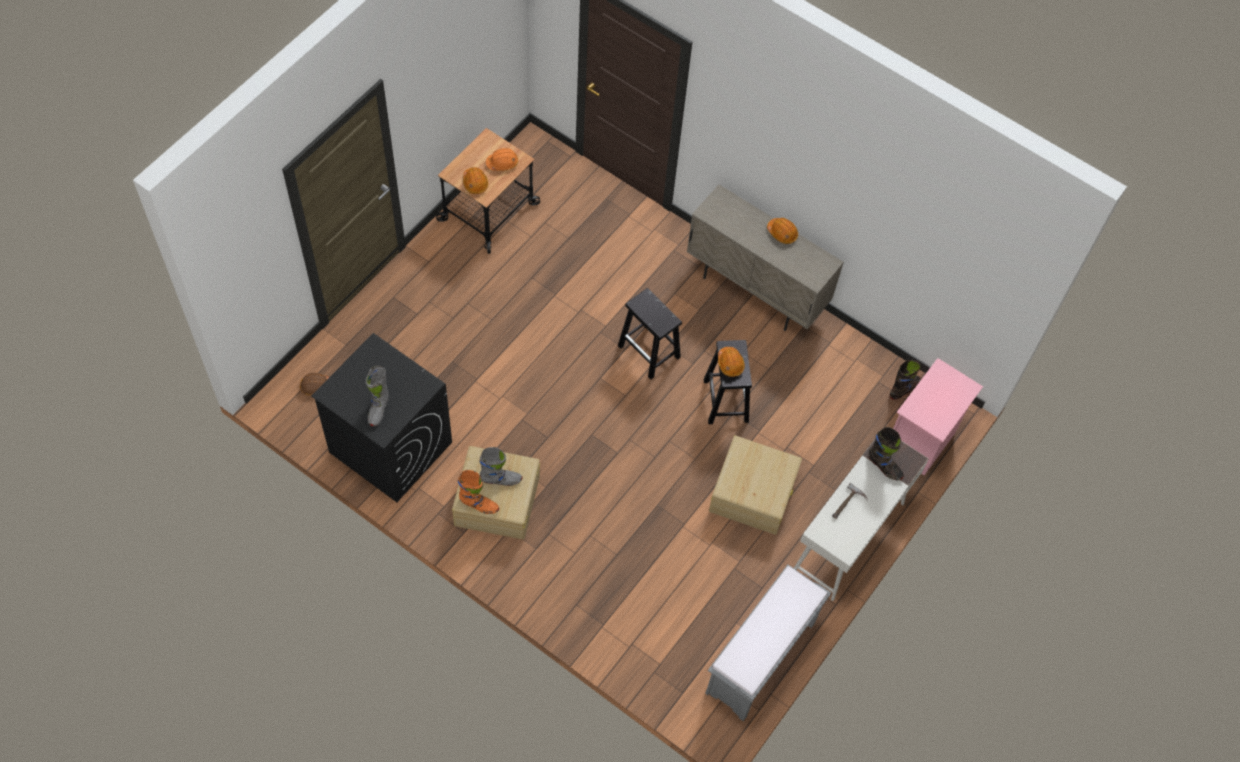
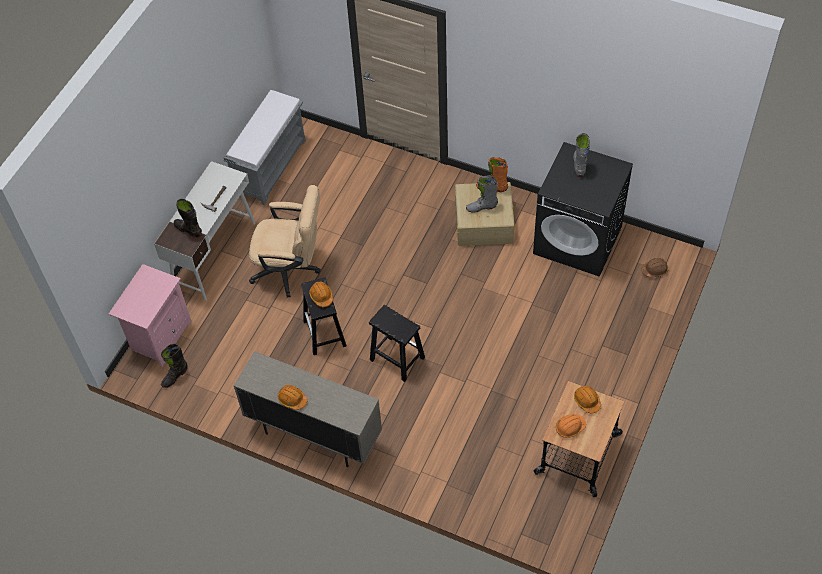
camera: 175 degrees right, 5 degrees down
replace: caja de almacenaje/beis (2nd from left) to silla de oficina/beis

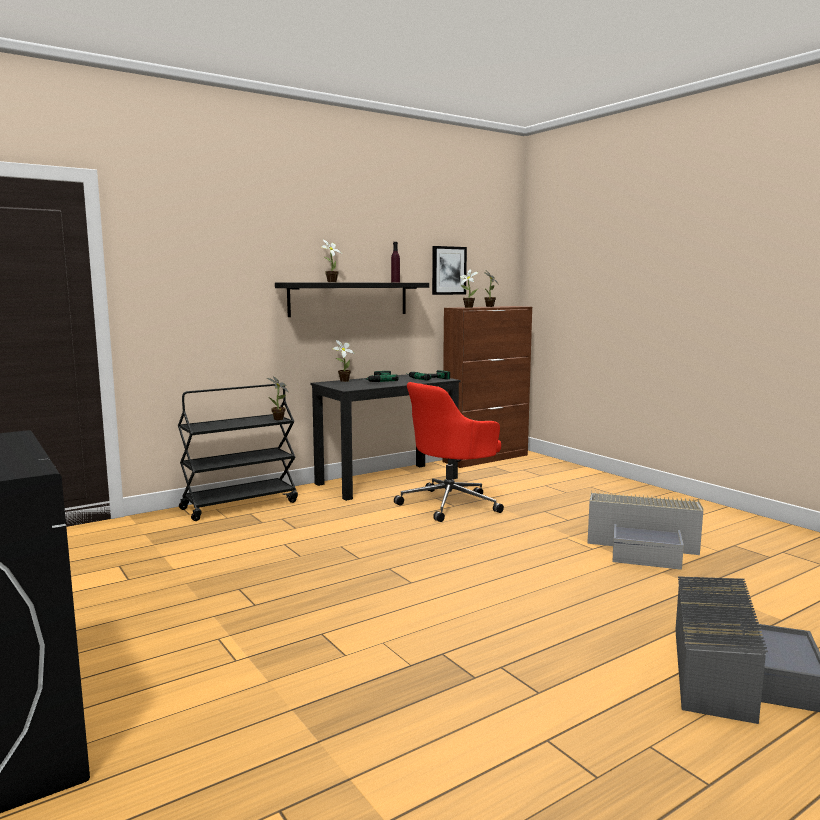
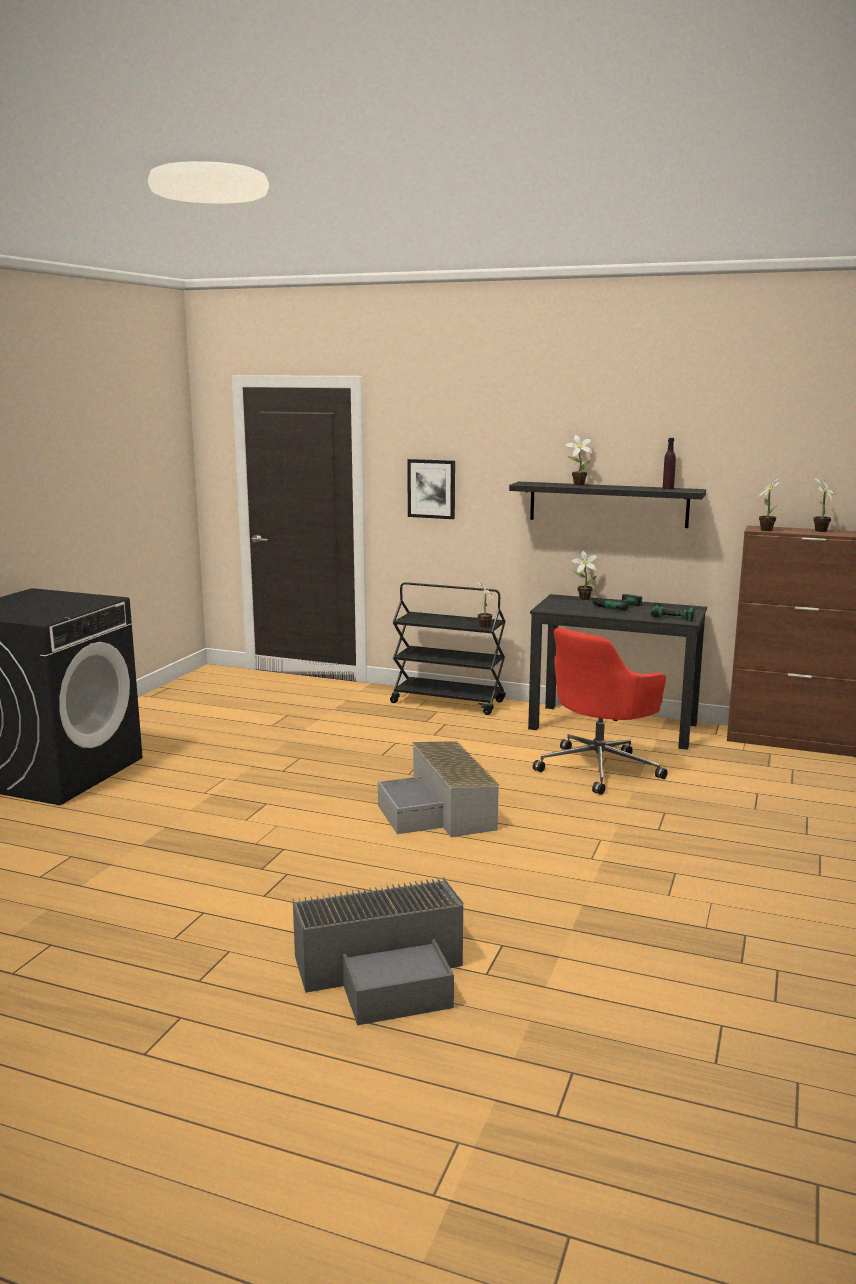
camera: 55 degrees right, 5 degrees up
move: cuadro; caja de almacenaje/gris (1st from left in the first image) to caja de almacenaje/gris (2nd from left)
rotate: silla de oficina/rojo 60 degrees counterclockwise

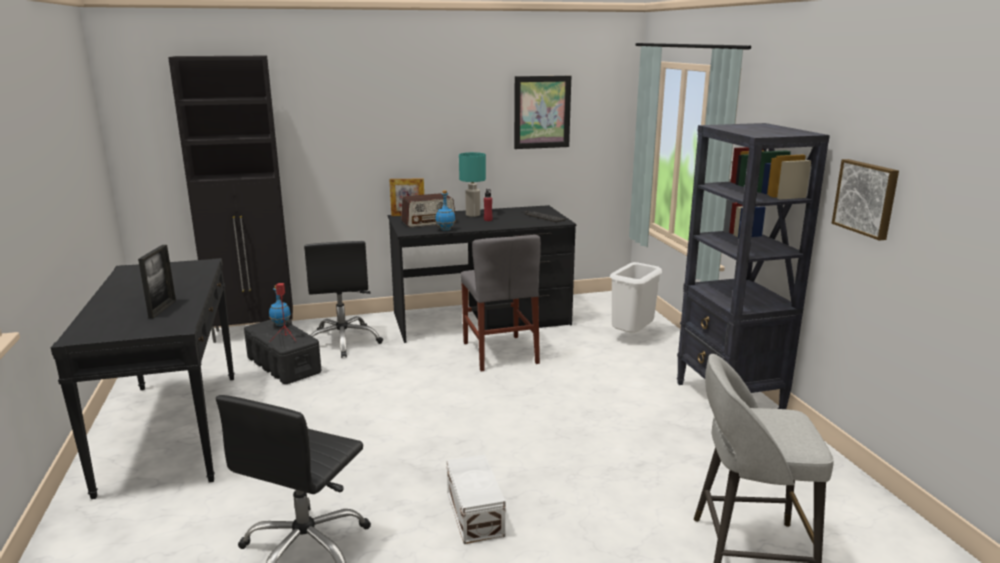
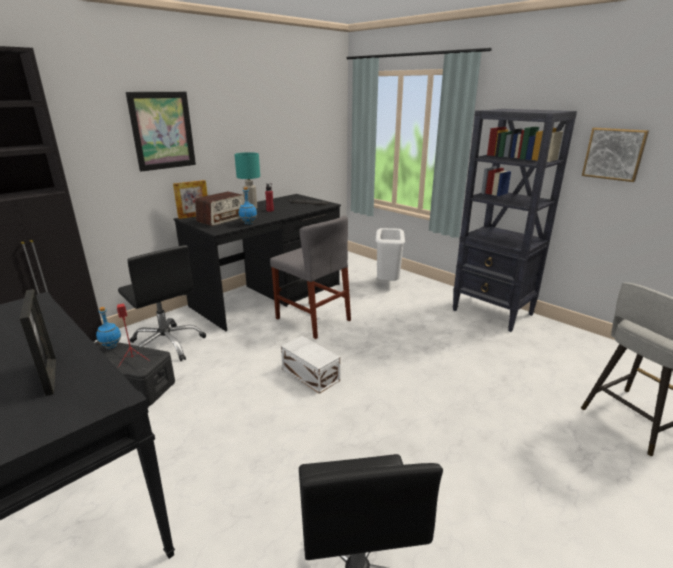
camera: 30 degrees left, 5 degrees up
move: caja de almacenaje/blanco; cuadro (1st from left)

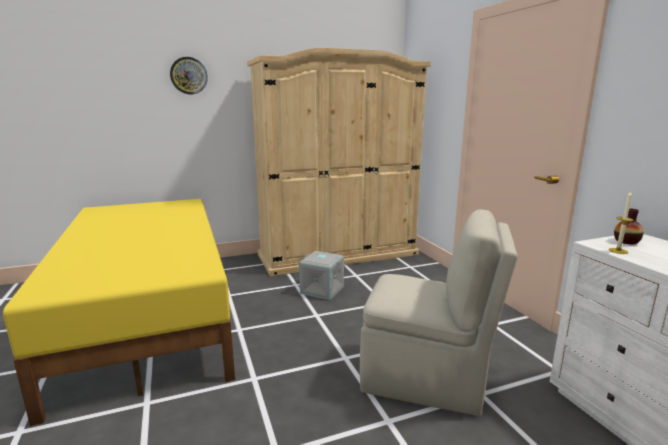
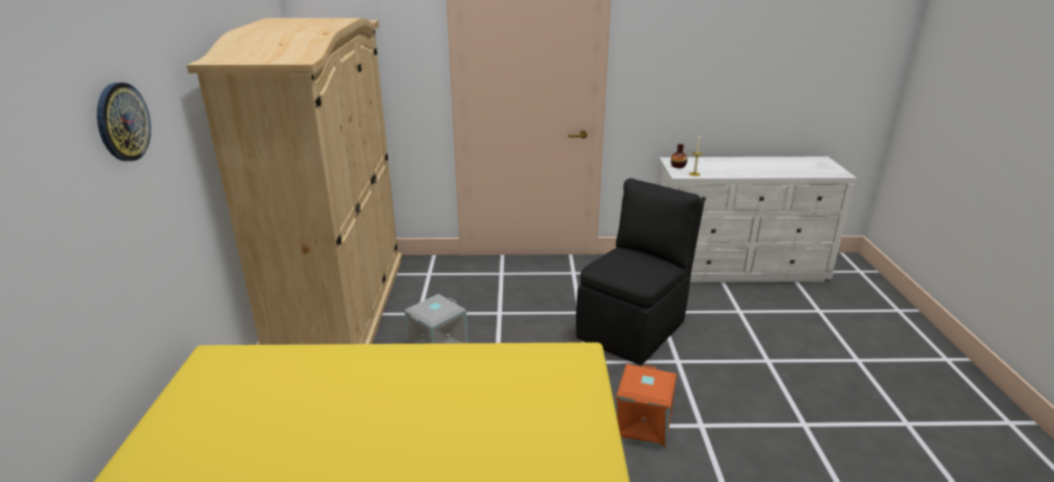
camera: 70 degrees left, 10 degrees up
insert: caja de almacenaje/naranja
recolor: silla/beis to silla/negro

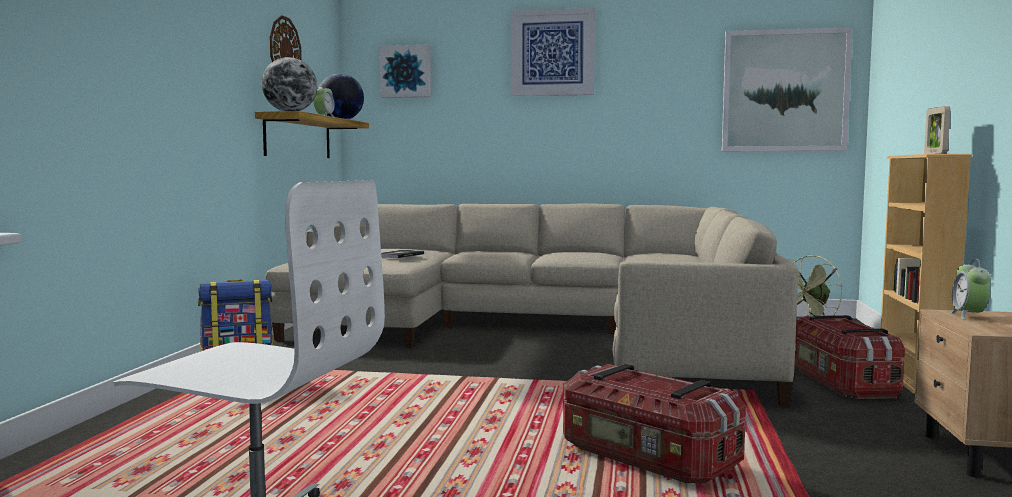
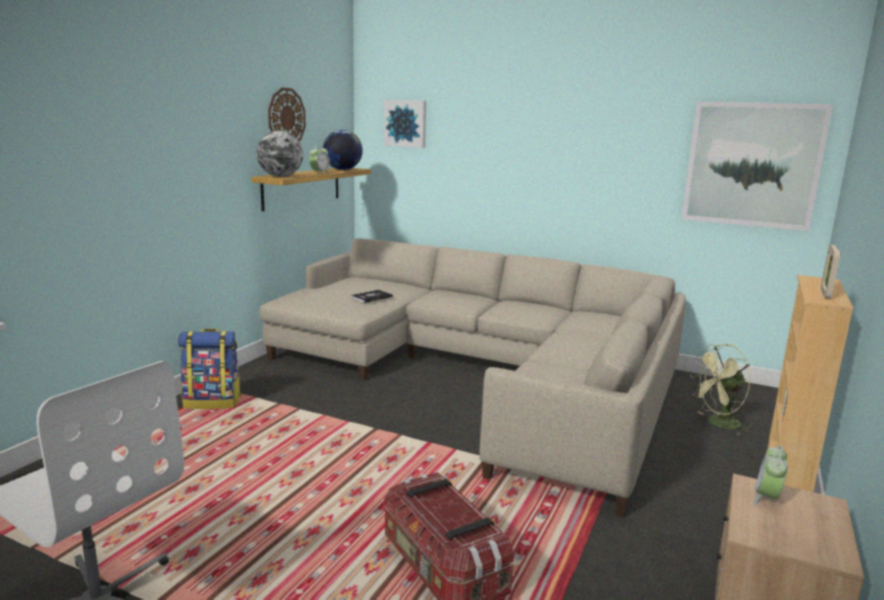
camera: 15 degrees right, 10 degrees up
delete: cuadro (2nd from left); caja de almacenaje (2nd from left)

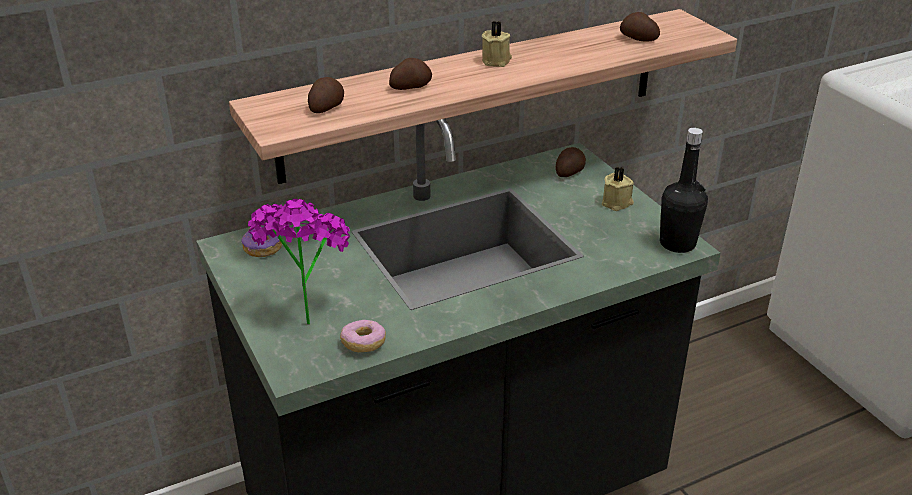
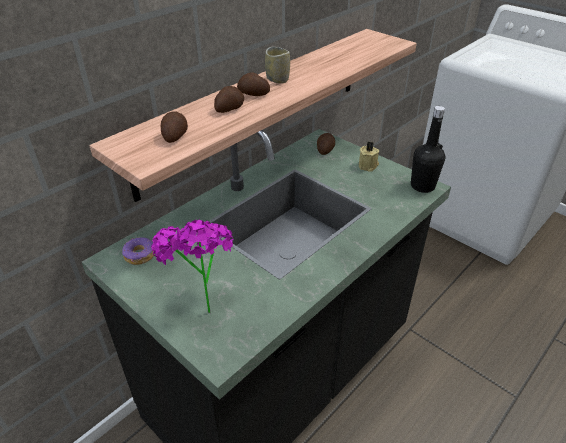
camera: 20 degrees left, 5 degrees up
delete: rosquilla (2nd from left)
move: patata (4th from left in the first image) to patata (3rd from left)
replace: vela/beis (1st from left) to taza

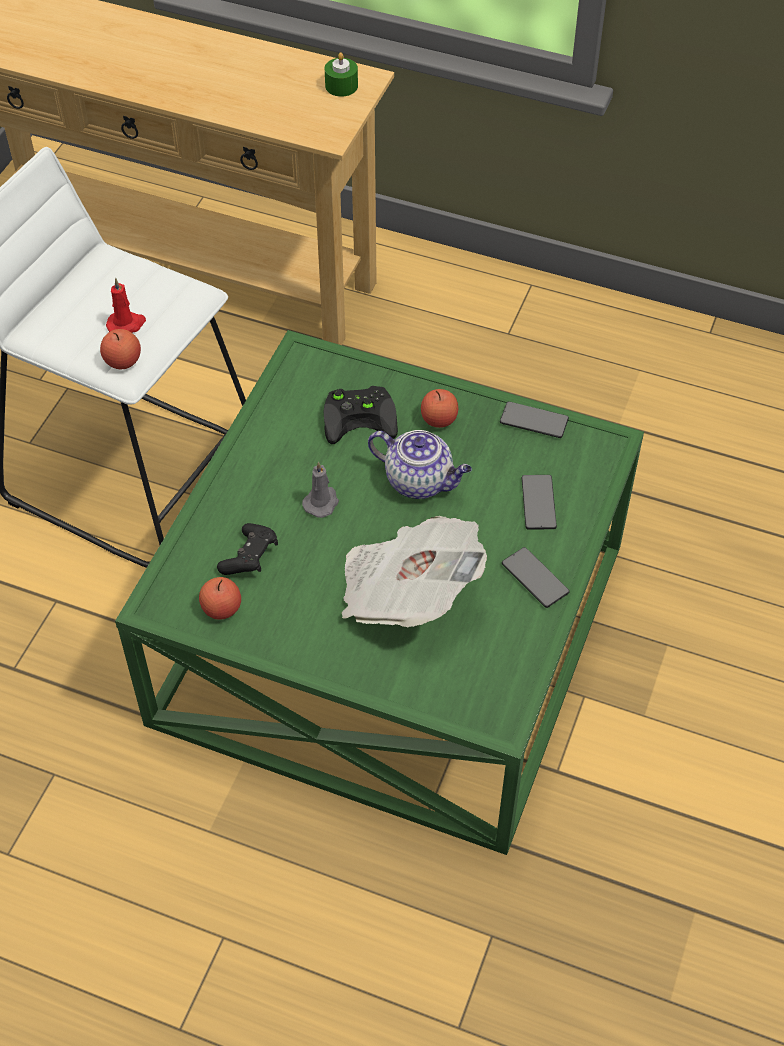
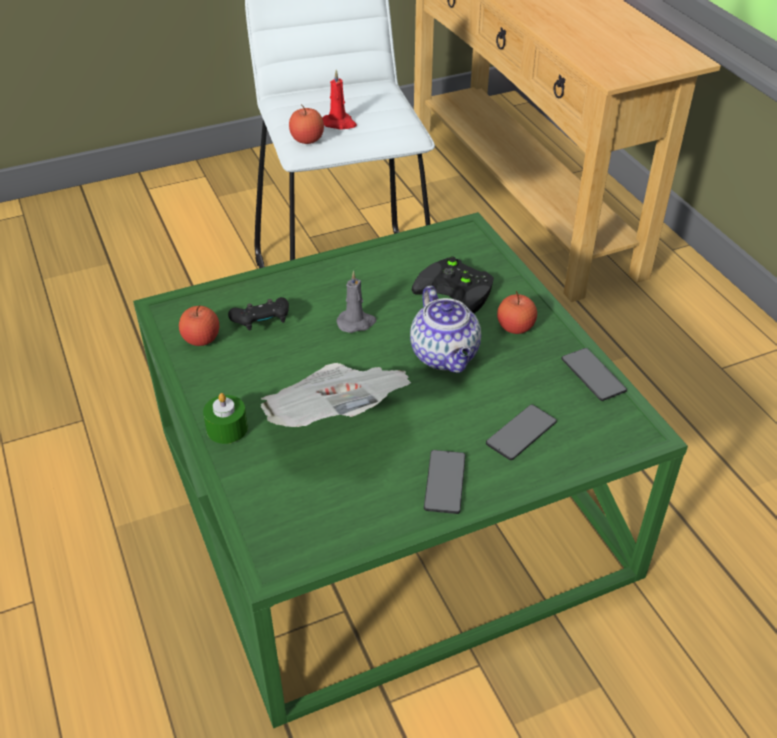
camera: 45 degrees right, 10 degrees down
move: vela/verde

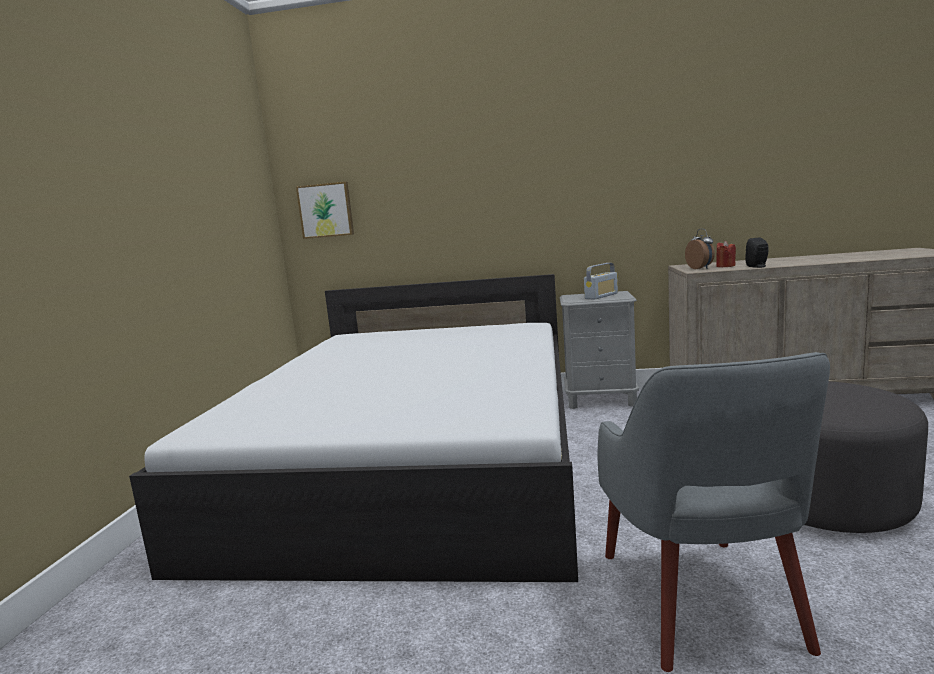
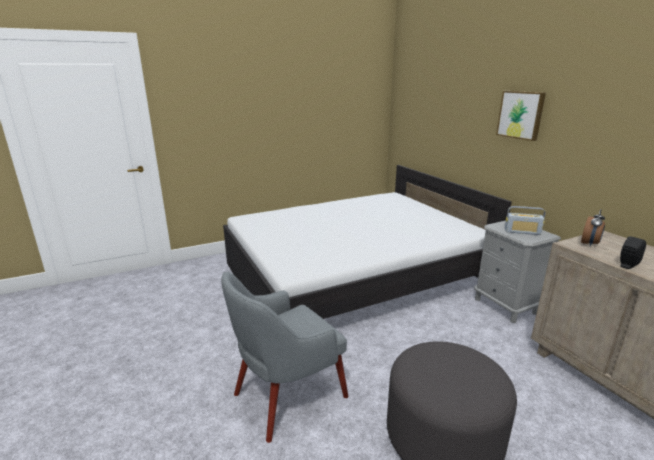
camera: 55 degrees right, 10 degrees up
delete: vela/rojo
move: cuadro

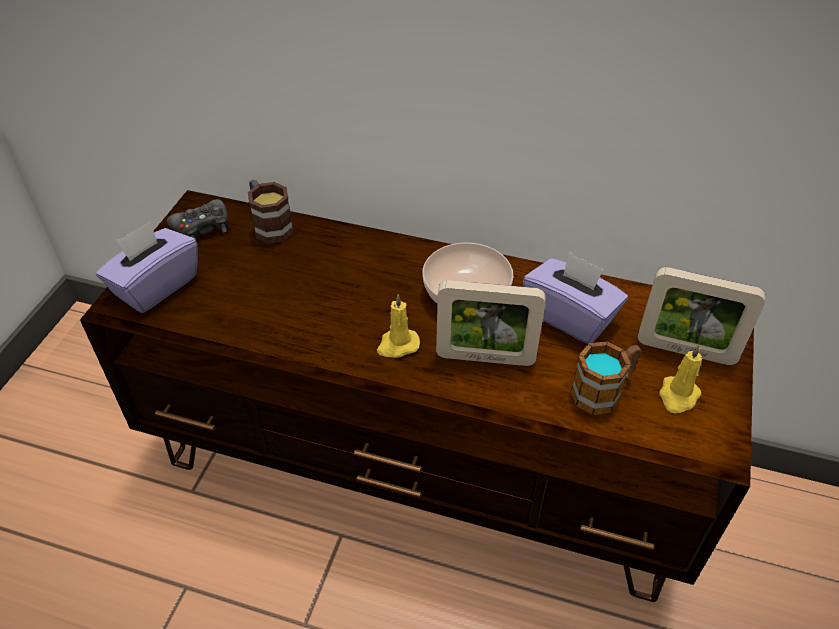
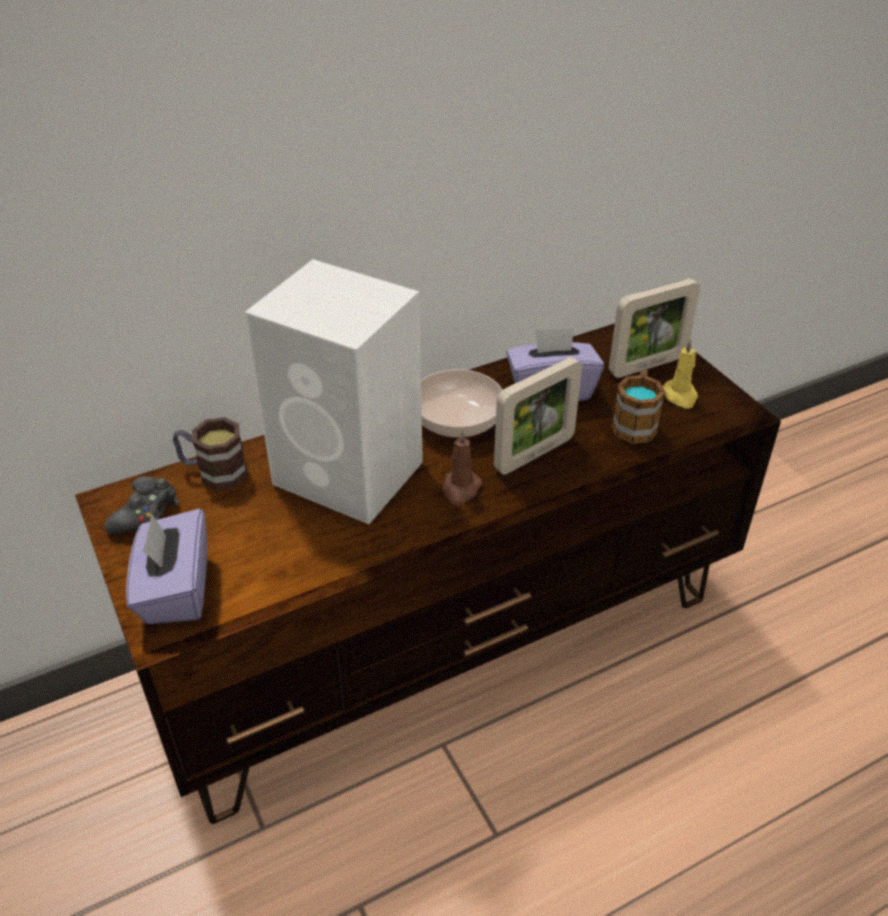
camera: 45 degrees left, 5 degrees down
insert: altavoz/blanco
recolor: vela/amarillo (1st from left) to vela/marrón

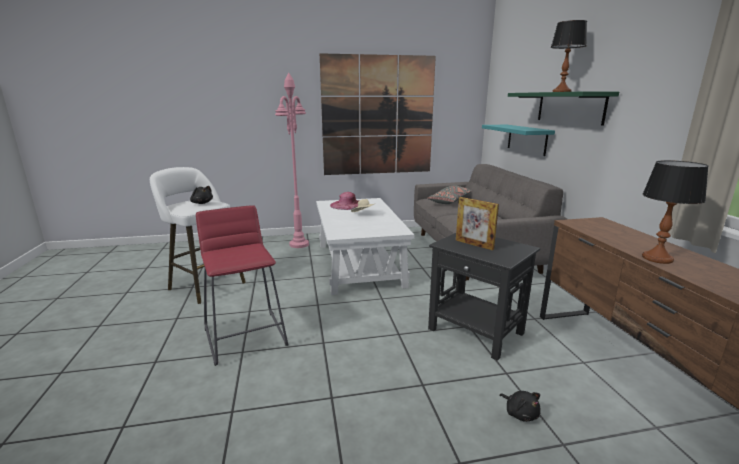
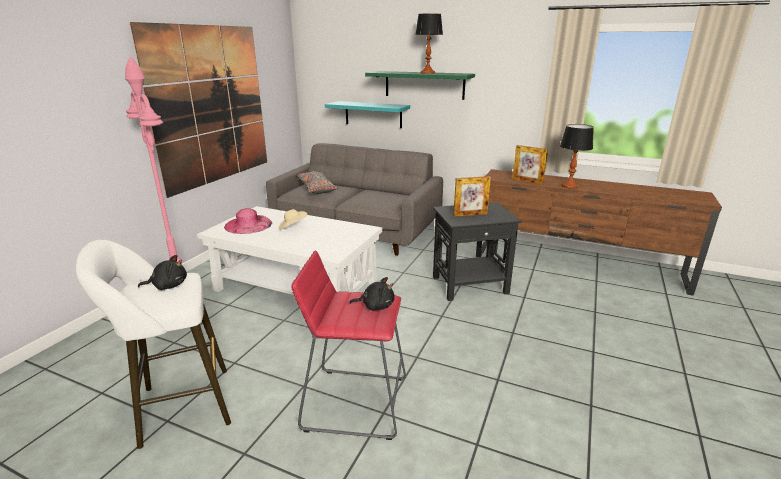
camera: 55 degrees left, 5 degrees up
insert: portarretratos (2nd from left)
move: peluche/negro (2nd from left)

